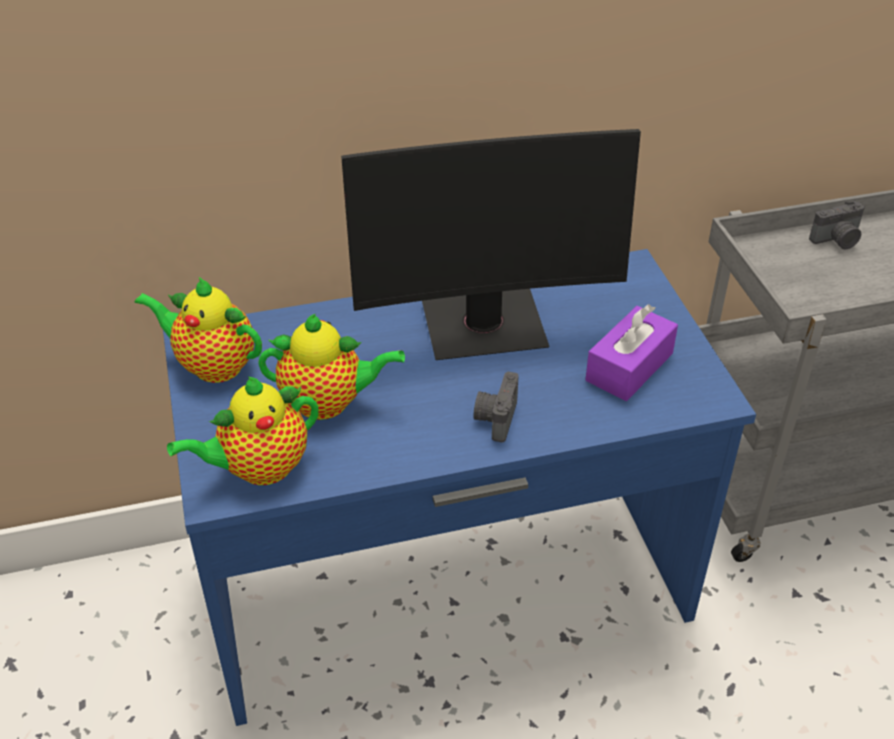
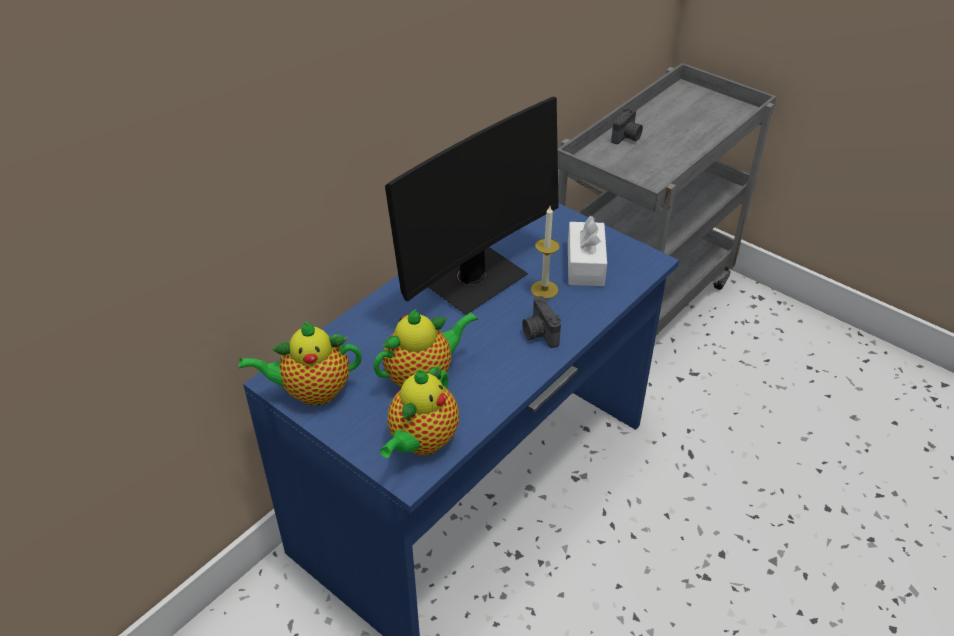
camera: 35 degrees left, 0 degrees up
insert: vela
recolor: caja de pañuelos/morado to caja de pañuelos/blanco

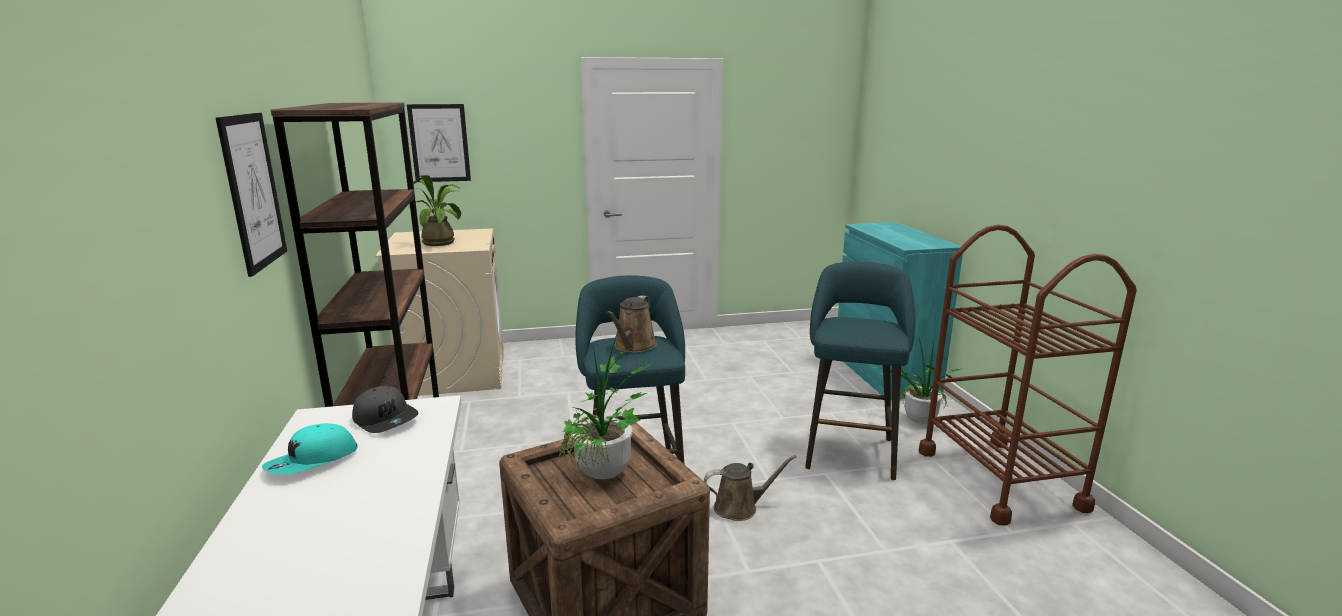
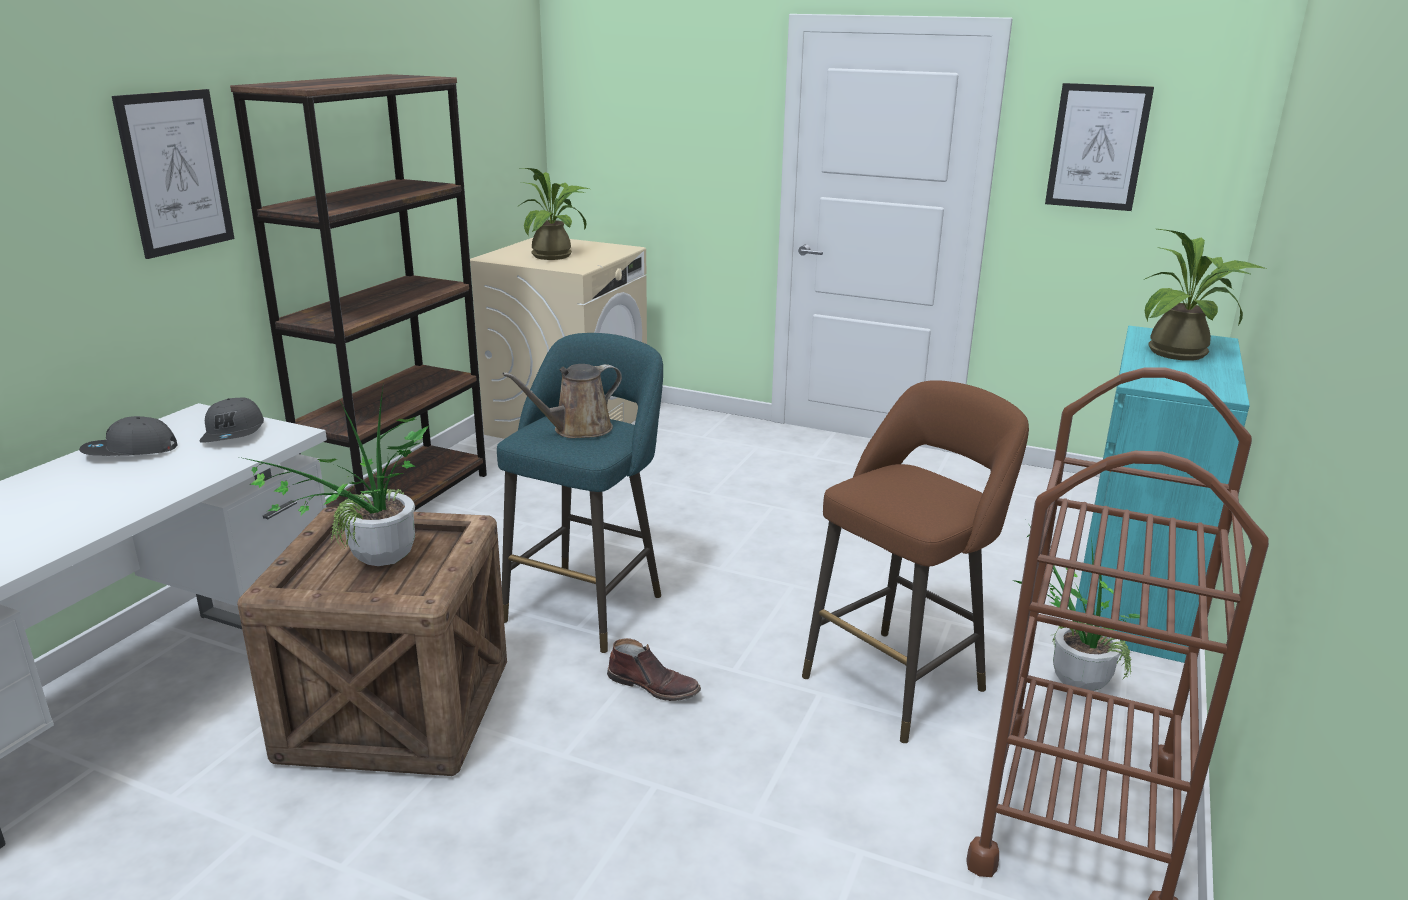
camera: 35 degrees right, 5 degrees up
insert: planta en maceta (4th from left)
move: cuadro (2nd from left)
replace: regadera/marrón (2nd from left) to bota/marrón
recolor: gorra/turquesa to gorra/gris (1st from left); taburete/turquesa (2nd from left) to taburete/marrón

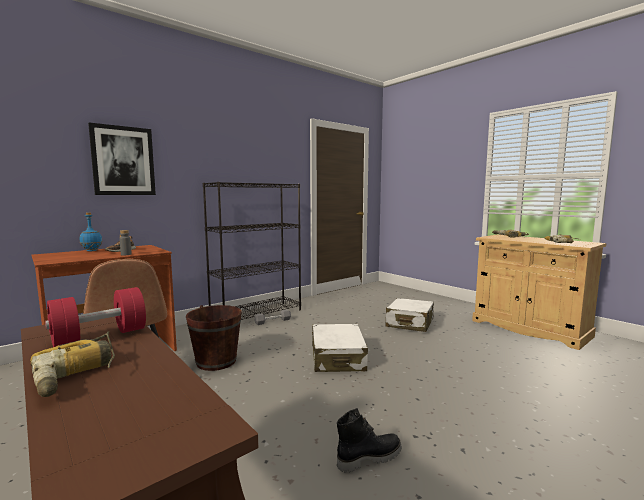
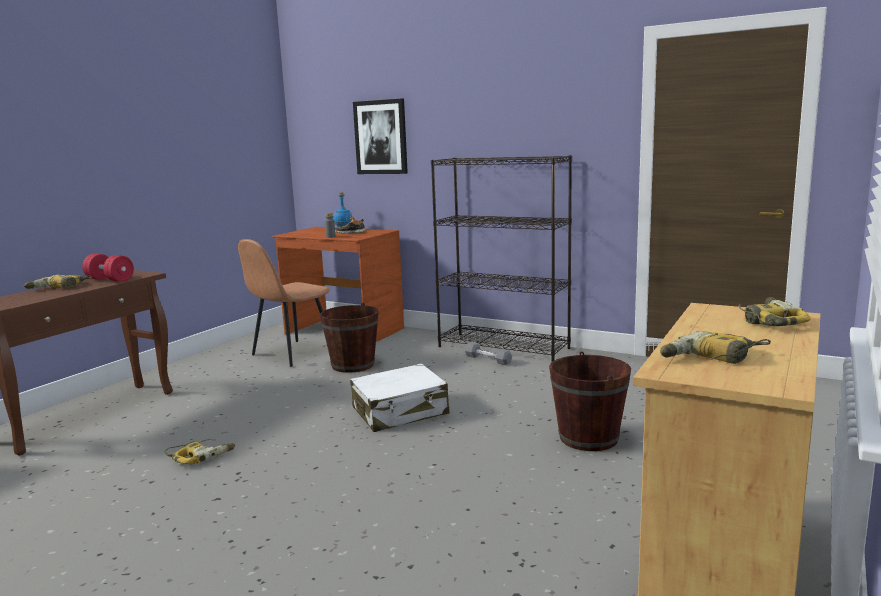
camera: 70 degrees right, 5 degrees up
replace: bota/negro to taladro (2nd from left); maleta/blanco (2nd from left) to cubo/marrón (2nd from left)

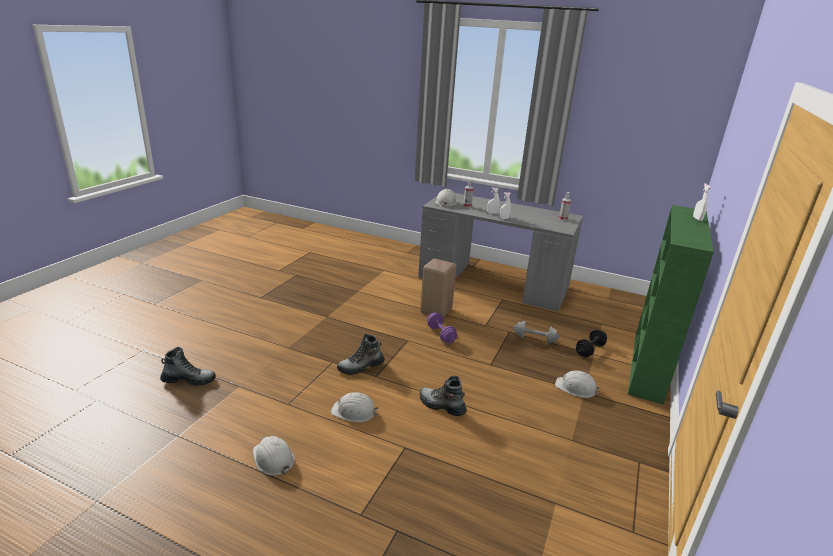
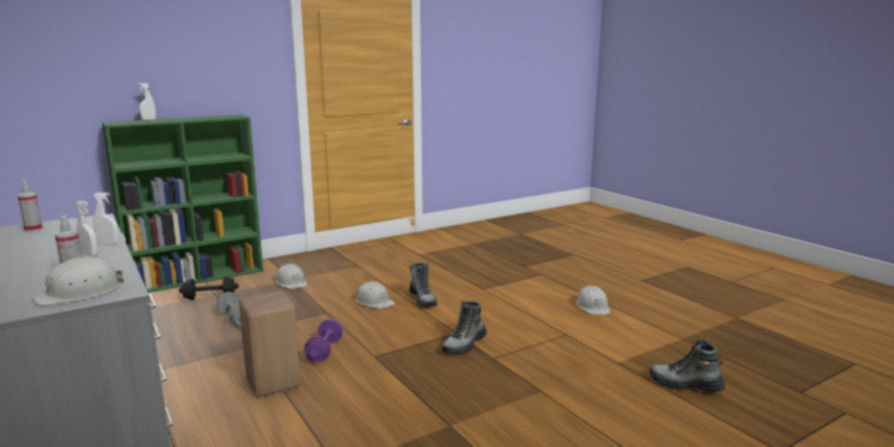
camera: 145 degrees left, 10 degrees down
move: casco/blanco (2nd from left in the first image) to casco/blanco (3rd from left)
rotate: bota (2nd from left) 120 degrees clockwise

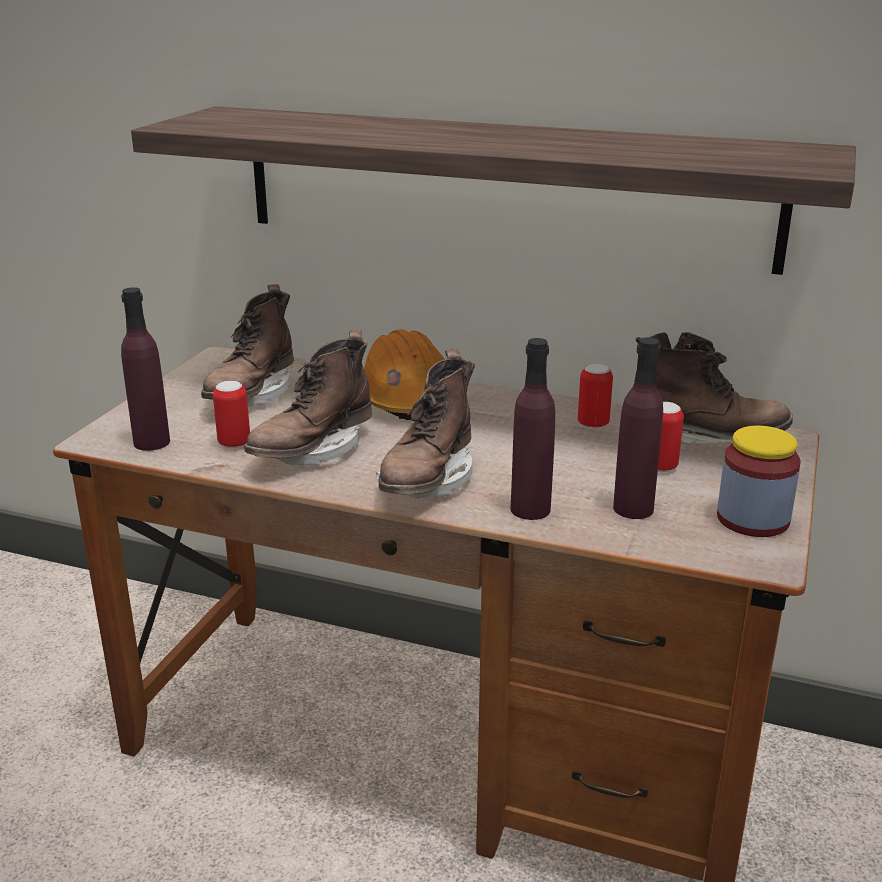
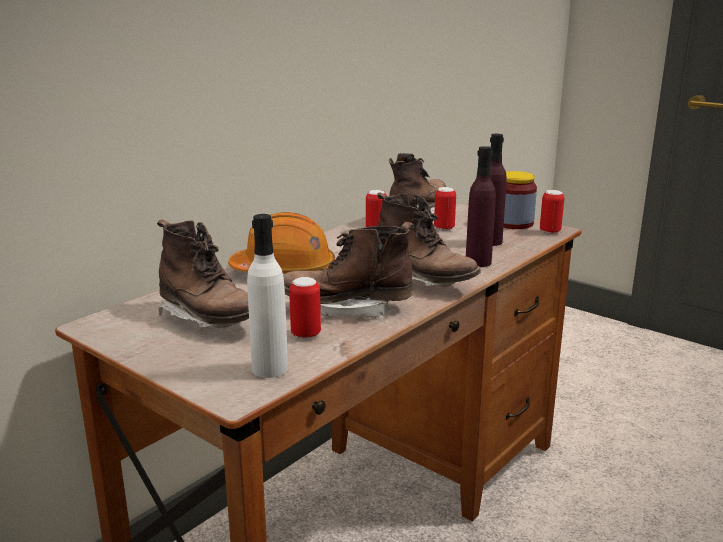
camera: 70 degrees left, 5 degrees down
delete: estante
insert: lata (4th from left)
recolor: botella/morado (1st from left) to botella/blanco
rotate: bota/marrón (2nd from left) 120 degrees clockwise

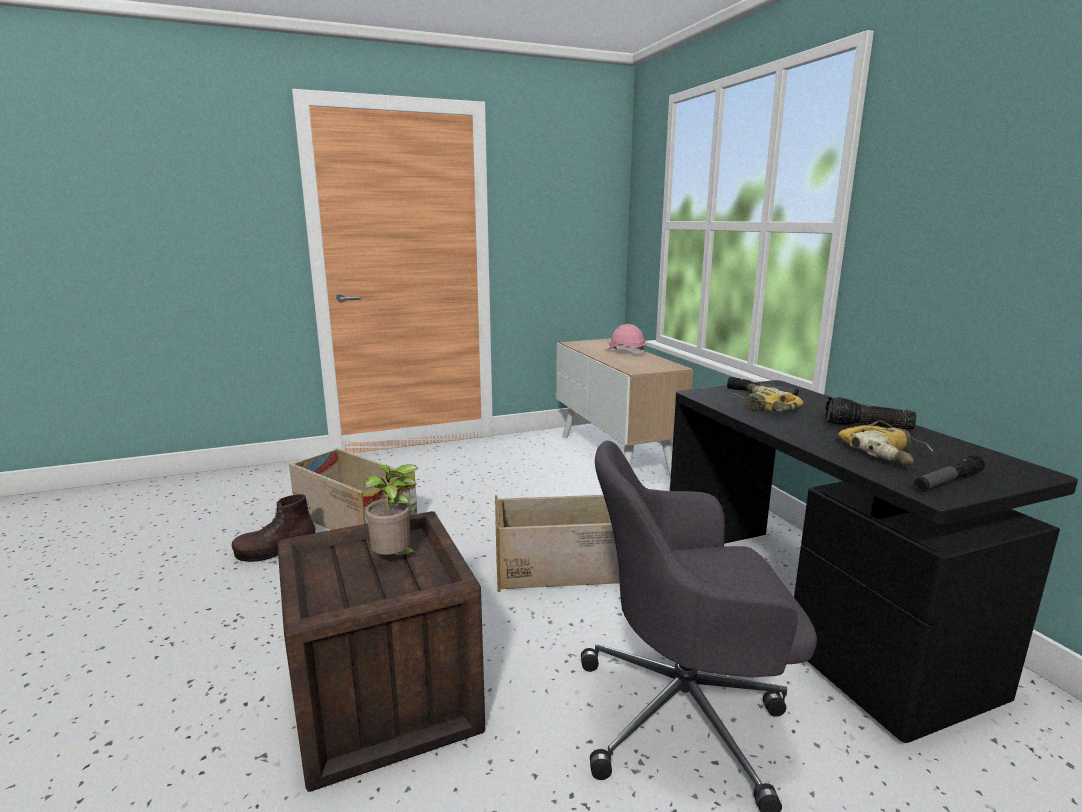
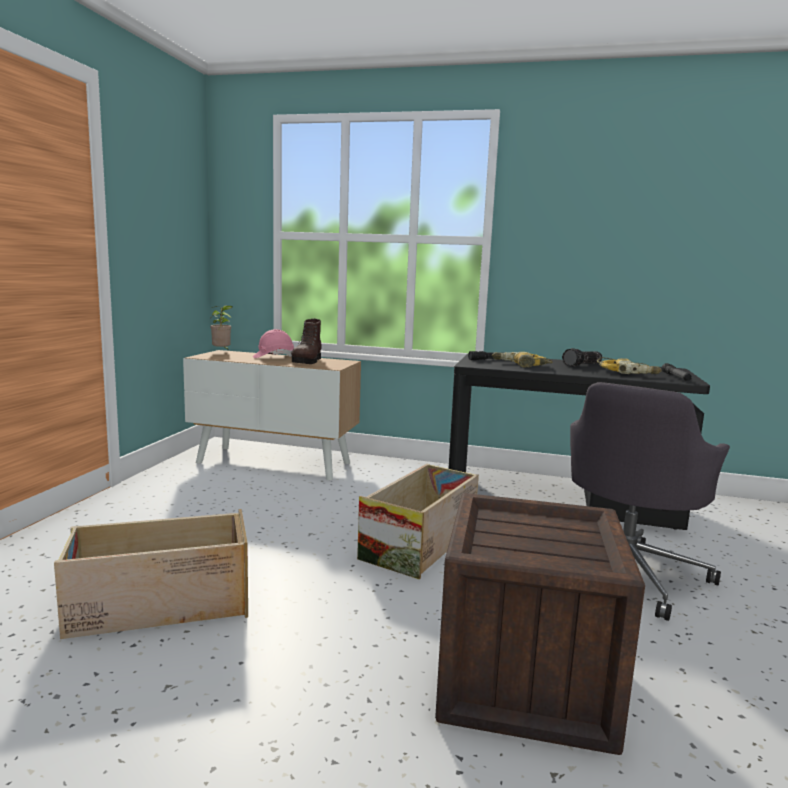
camera: 55 degrees left, 5 degrees down
move: bota/marrón; planta en maceta

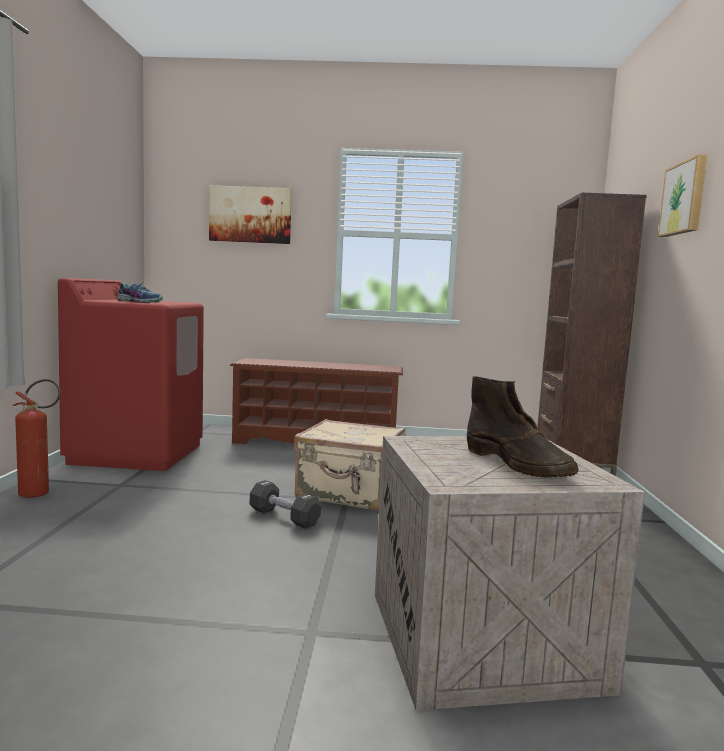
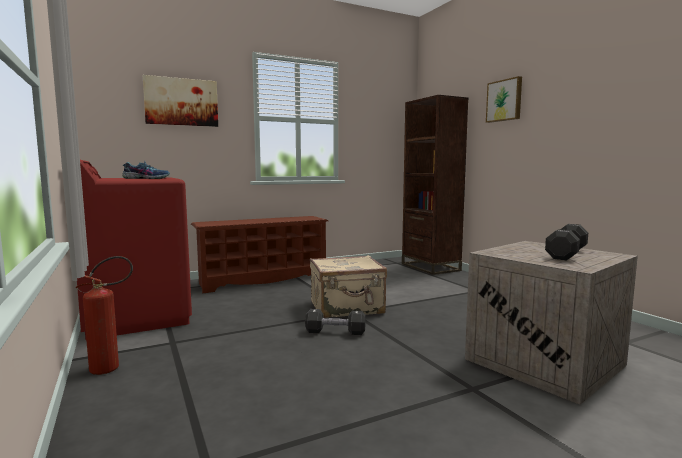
camera: 30 degrees left, 0 degrees up
replace: bota/marrón to mancuerna/negro (2nd from left)

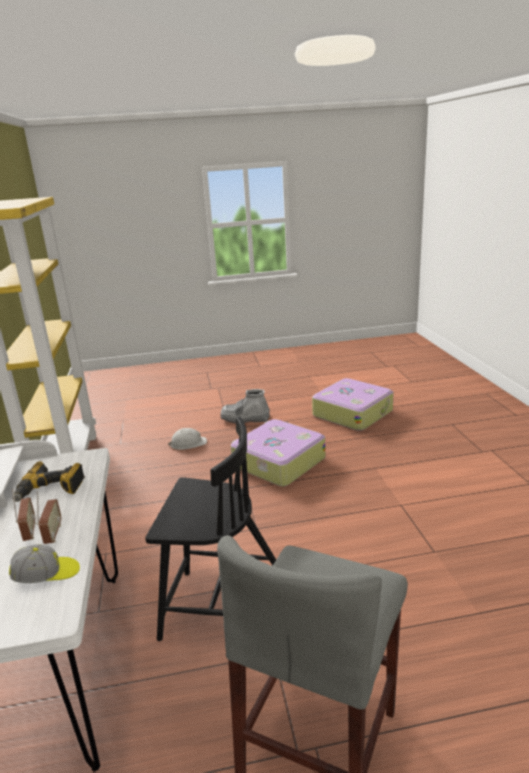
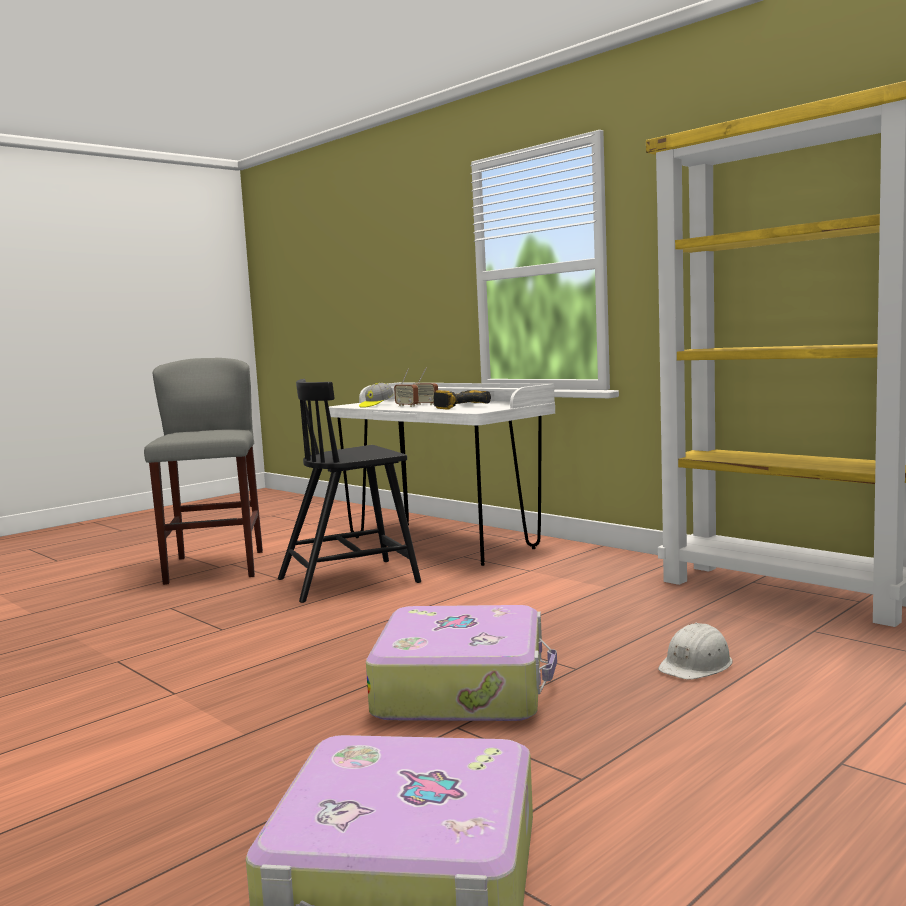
camera: 145 degrees right, 15 degrees down
delete: bota/gris

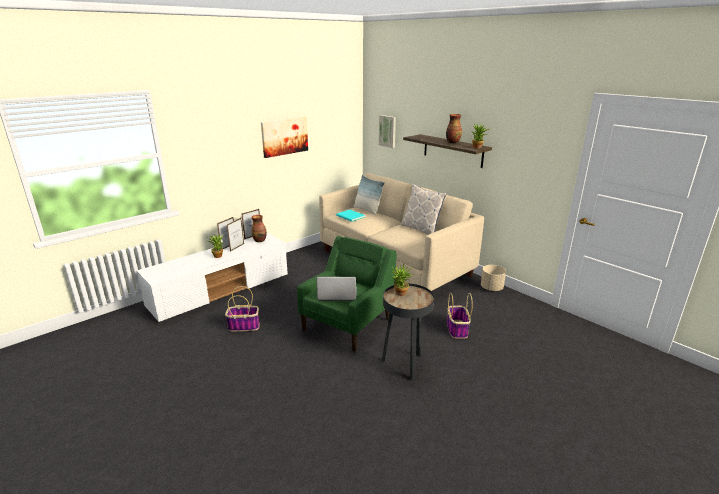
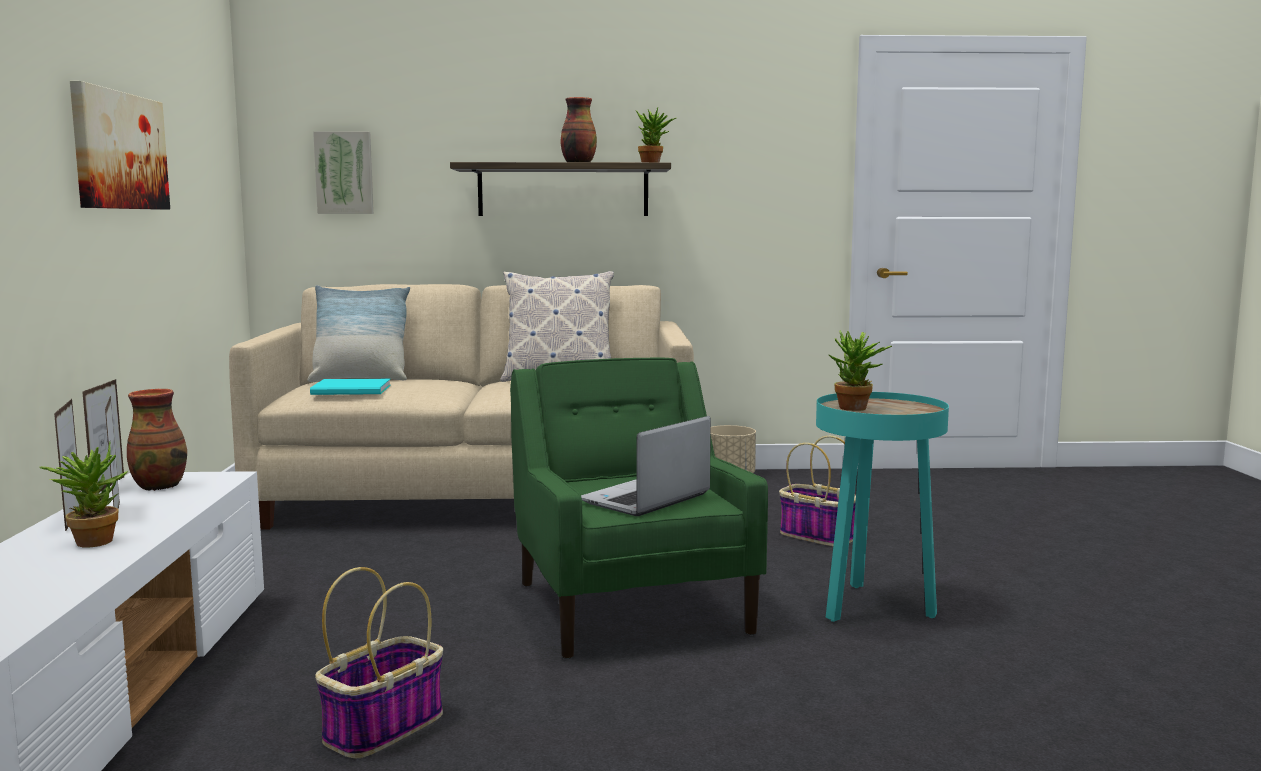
camera: 50 degrees left, 15 degrees down
recolor: mesa auxiliar/negro to mesa auxiliar/turquesa

